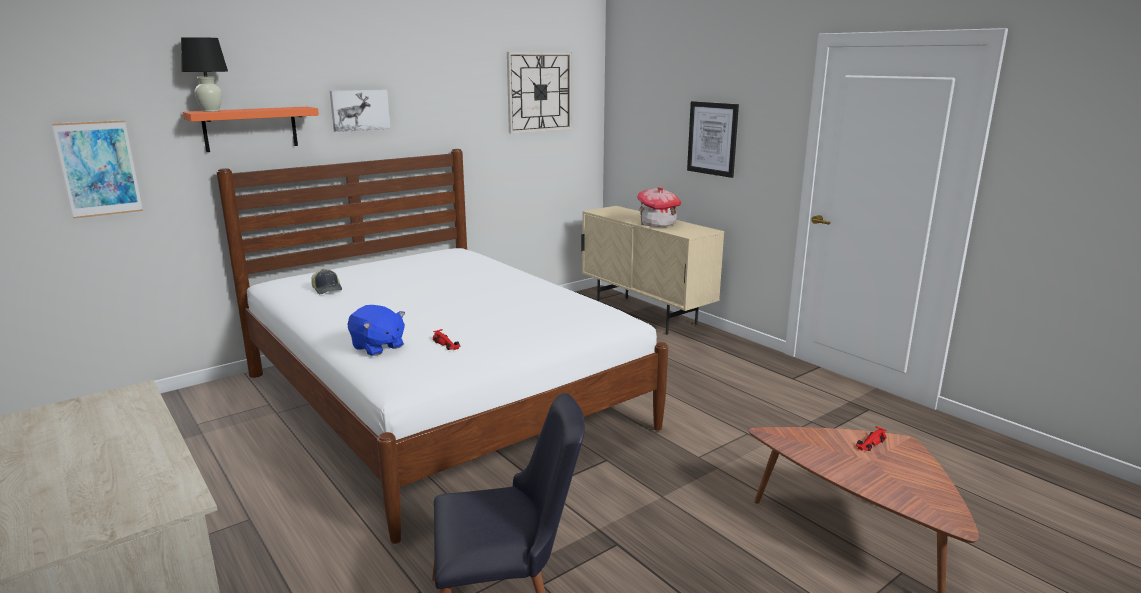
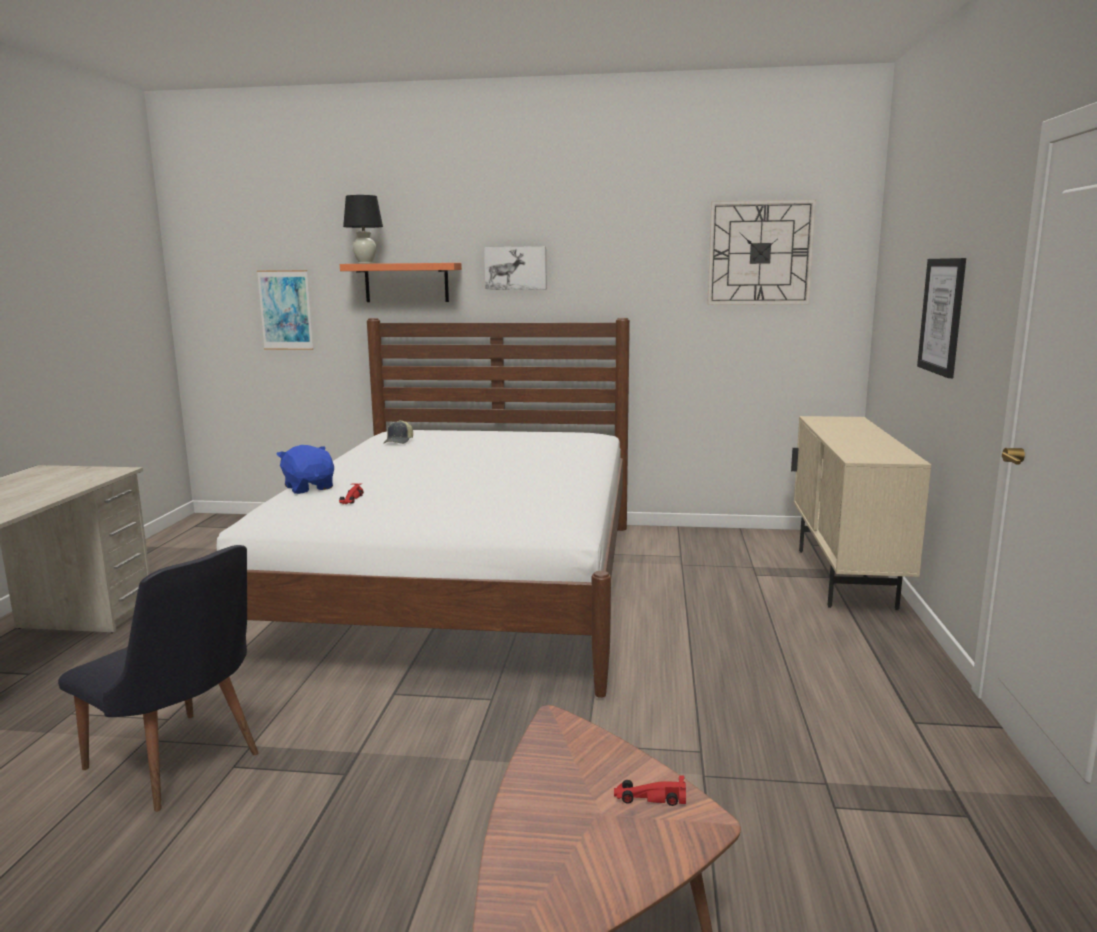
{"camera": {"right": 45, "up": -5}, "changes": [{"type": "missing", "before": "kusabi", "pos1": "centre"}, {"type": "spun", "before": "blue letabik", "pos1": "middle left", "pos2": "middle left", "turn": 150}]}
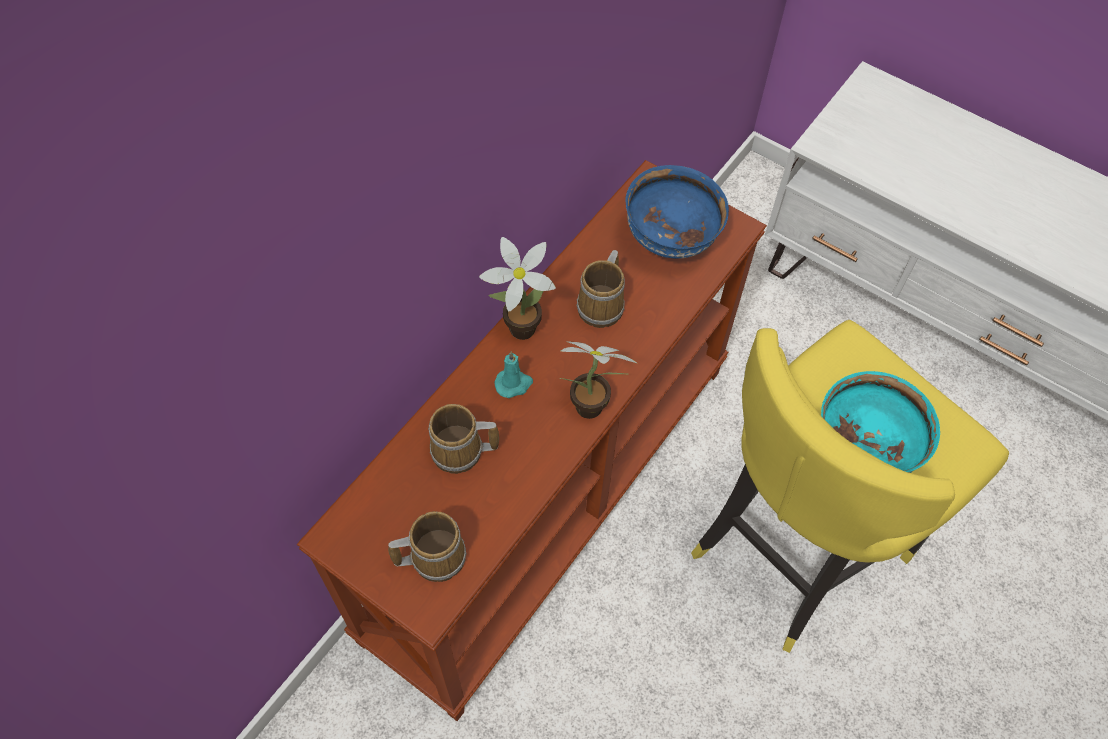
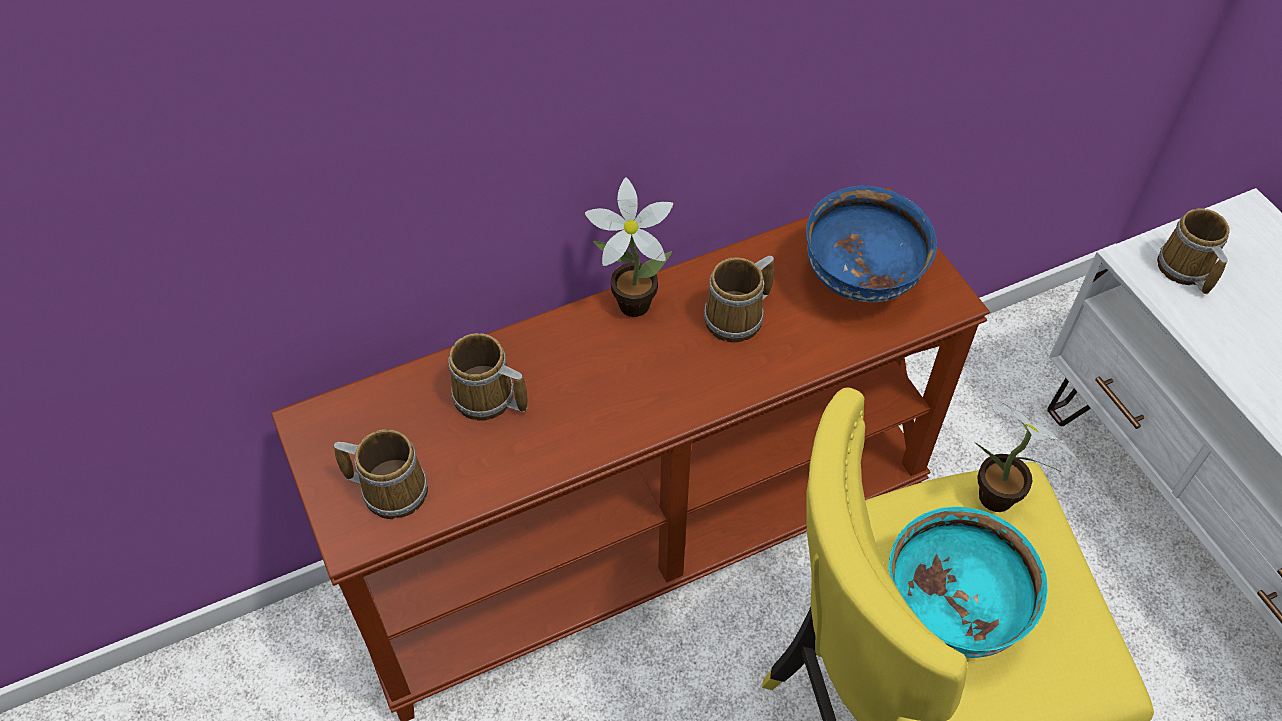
{"camera": {"right": 30, "up": -5}, "changes": [{"type": "missing", "before": "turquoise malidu", "pos1": "centre"}, {"type": "appeared", "after": "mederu (no. 4 from left)", "pos2": "middle right"}, {"type": "relocated", "before": "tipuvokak (no. 2 from left)", "pos1": "centre", "pos2": "middle right"}]}
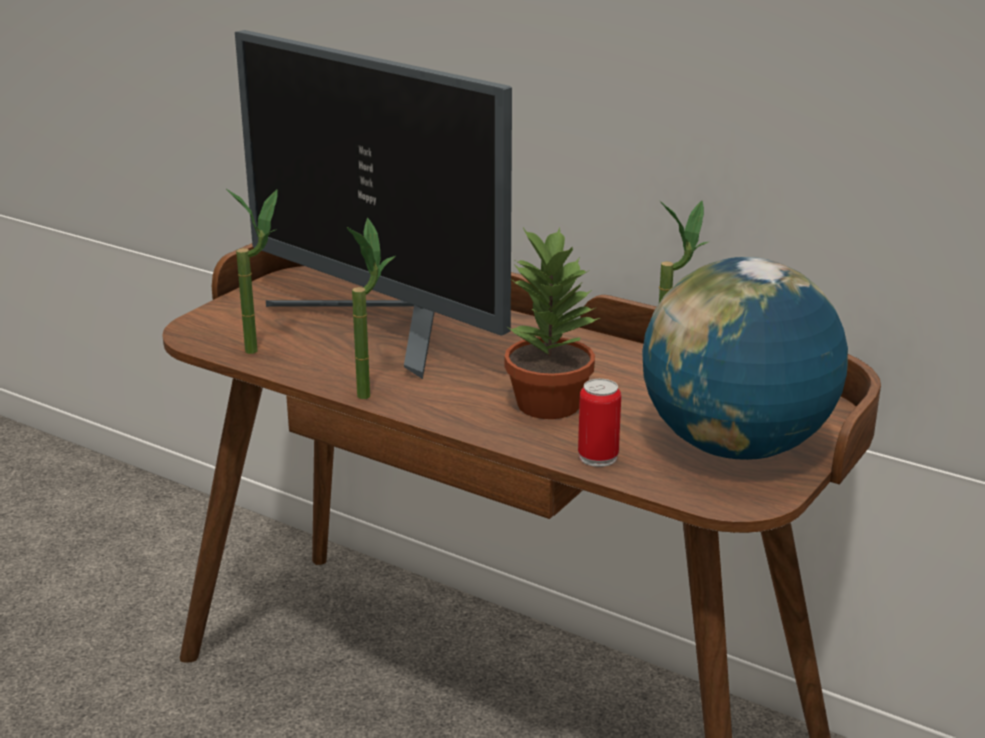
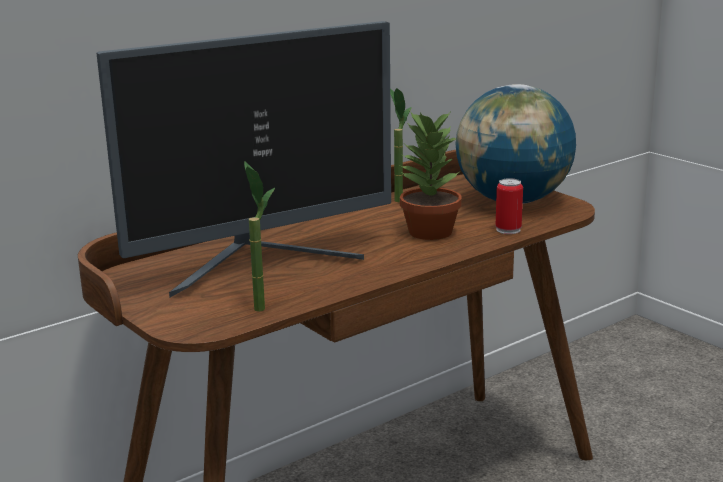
{"camera": {"right": -70, "up": -5}, "changes": [{"type": "missing", "before": "tipuvokak (no. 2 from left)", "pos1": "centre"}]}
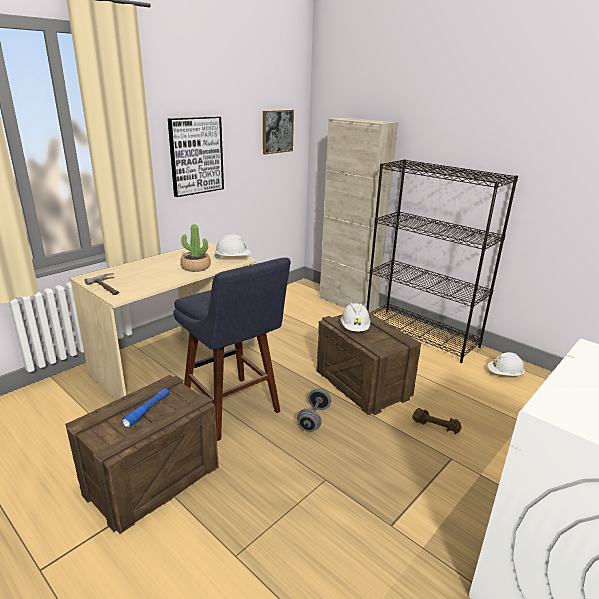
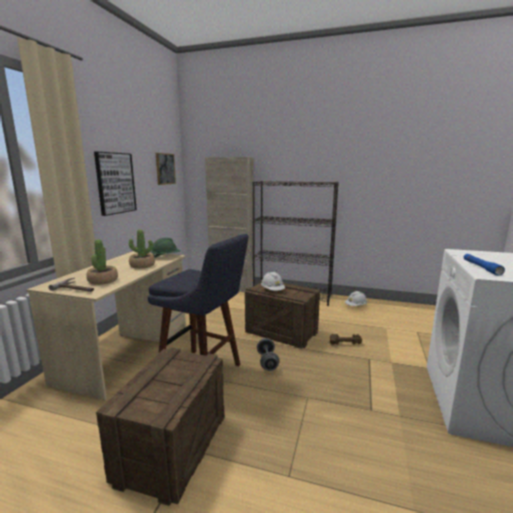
{"camera": {"right": -25, "up": -10}, "changes": [{"type": "appeared", "after": "tipuvokak (no. 1 from left)", "pos2": "middle left"}, {"type": "relocated", "before": "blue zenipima", "pos1": "bottom left", "pos2": "middle right"}, {"type": "colour", "before": "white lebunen (no. 1 from left)", "after": "green lebunen", "pos1": "centre", "pos2": "middle left"}]}
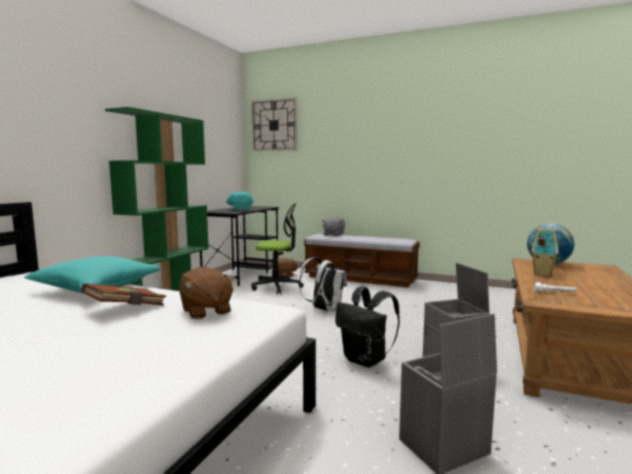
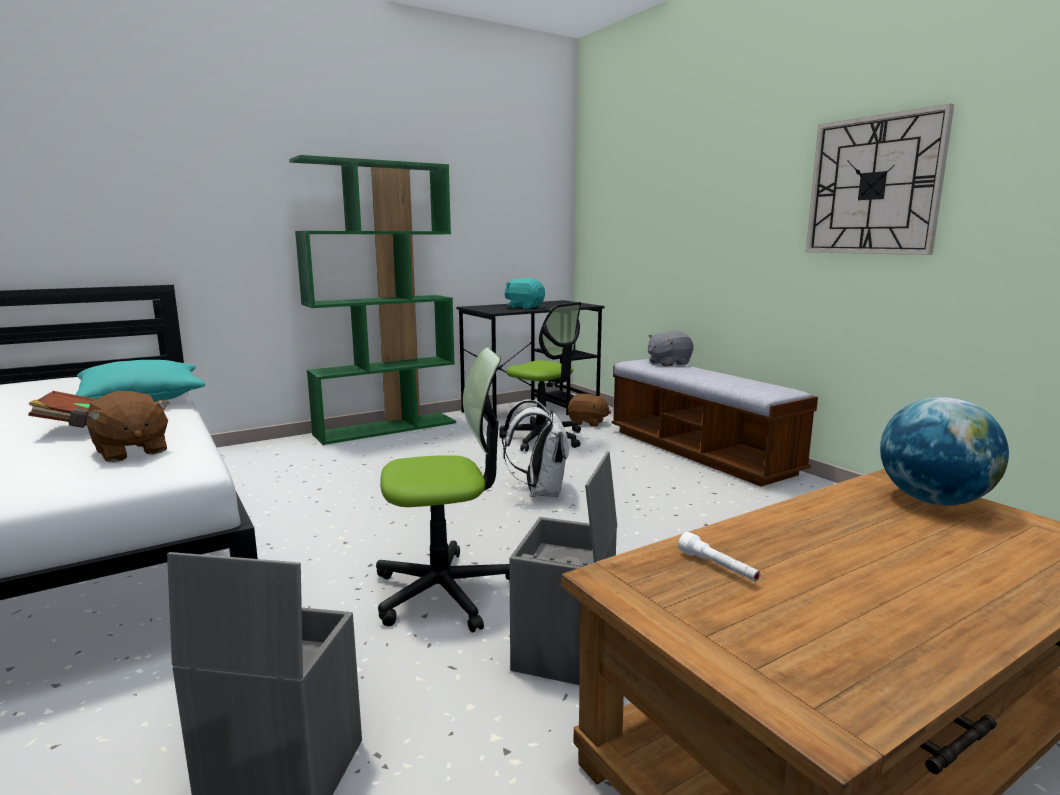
{"camera": {"right": 35, "up": 5}, "changes": [{"type": "missing", "before": "kusabi", "pos1": "middle right"}, {"type": "relocated", "before": "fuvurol", "pos1": "top centre", "pos2": "top right"}, {"type": "exchanged", "before": "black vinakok", "after": "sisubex (no. 1 from left)", "pos1": "bottom centre", "pos2": "centre"}, {"type": "spun", "before": "brown letabik (no. 1 from left)", "pos1": "middle left", "pos2": "middle left", "turn": -45}]}
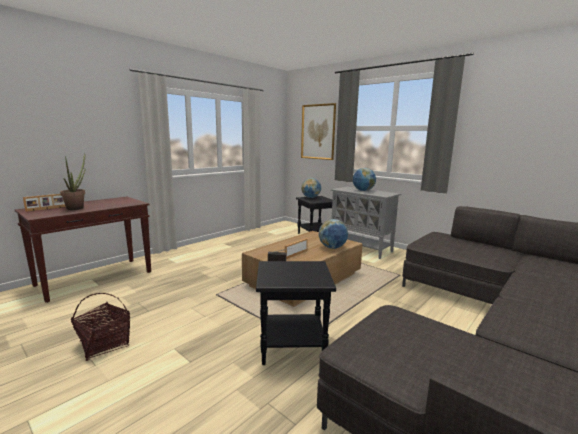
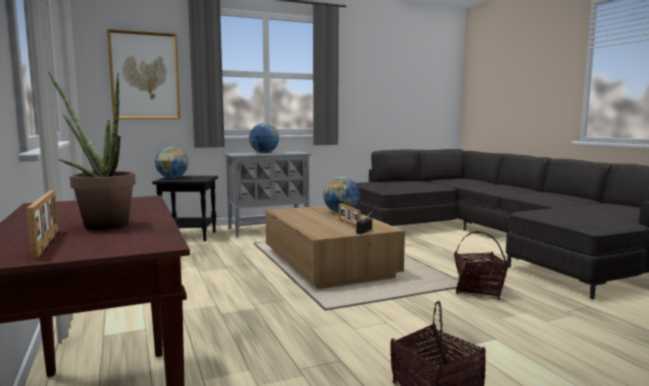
{"camera": {"right": -65, "up": -5}, "changes": [{"type": "exchanged", "before": "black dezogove (no. 1 from left)", "after": "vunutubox (no. 2 from left)", "pos1": "bottom centre", "pos2": "bottom right"}]}
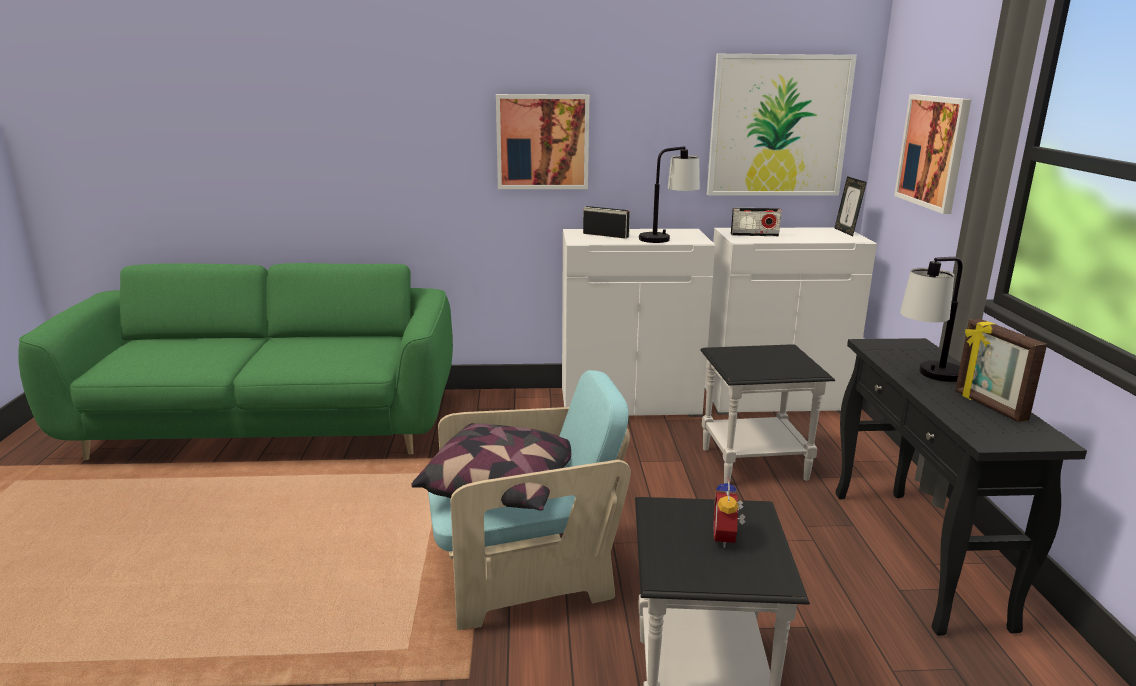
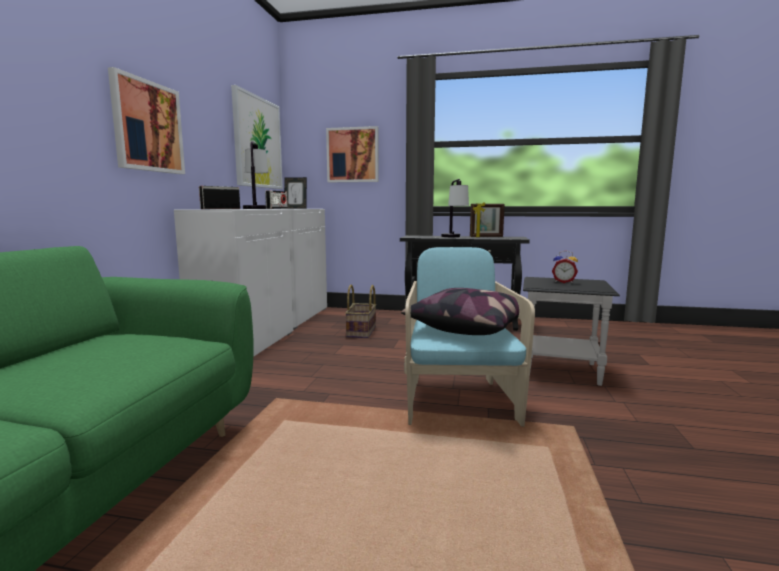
{"camera": {"right": -75, "up": -10}, "changes": [{"type": "exchanged", "before": "black dezogove (no. 2 from left)", "after": "vunutubox", "pos1": "middle right", "pos2": "centre"}]}
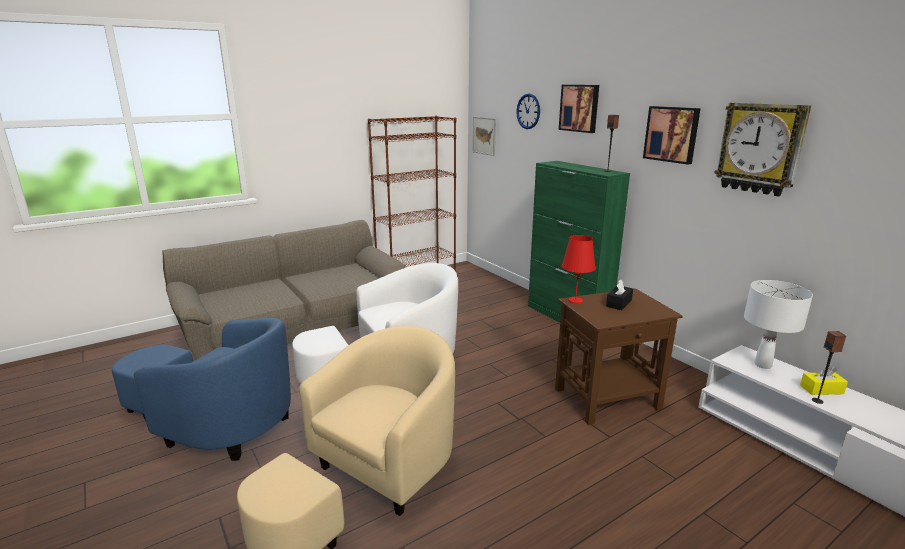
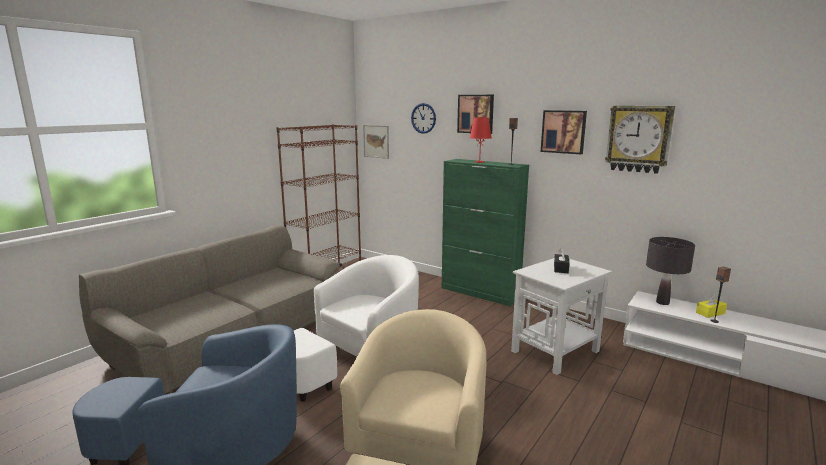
{"camera": {"right": -20, "up": -5}, "changes": [{"type": "relocated", "before": "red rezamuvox", "pos1": "centre", "pos2": "top centre"}, {"type": "colour", "before": "brown dezogove", "after": "white dezogove", "pos1": "middle right", "pos2": "bottom right"}, {"type": "colour", "before": "white rezamuvox", "after": "black rezamuvox", "pos1": "middle right", "pos2": "middle right"}]}
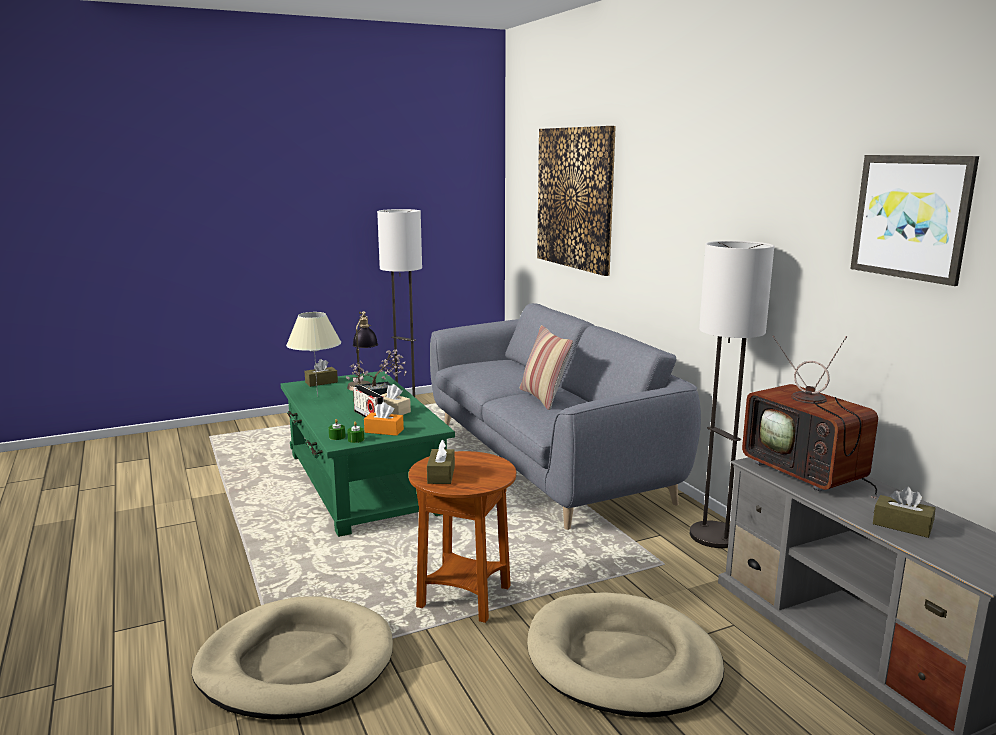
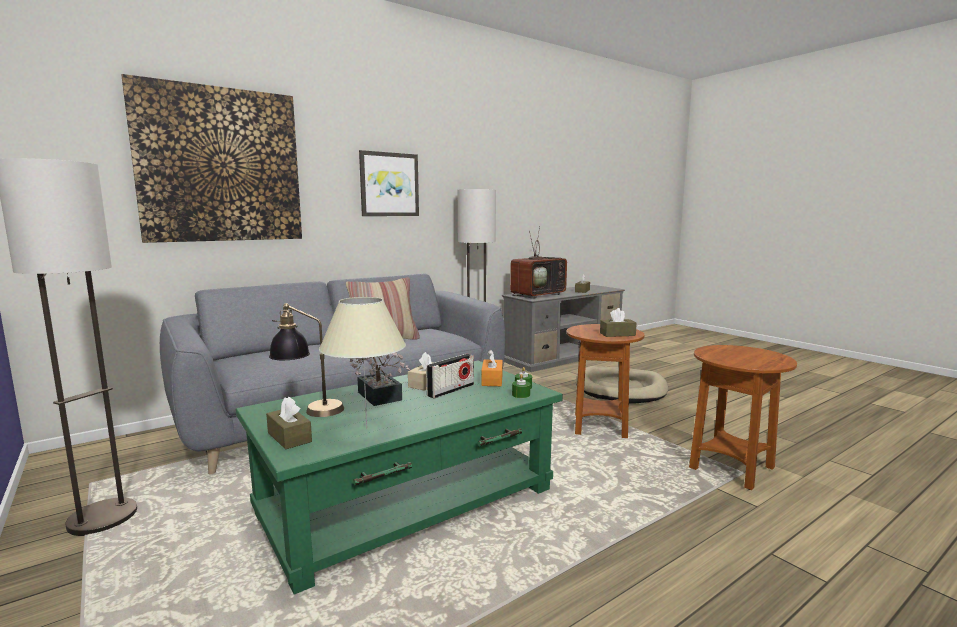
{"camera": {"right": -100, "up": -5}, "changes": [{"type": "relocated", "before": "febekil (no. 2 from left)", "pos1": "top right", "pos2": "top centre"}, {"type": "exchanged", "before": "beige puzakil (no. 1 from left)", "after": "brown dezogove (no. 2 from left)", "pos1": "bottom left", "pos2": "middle right"}]}
